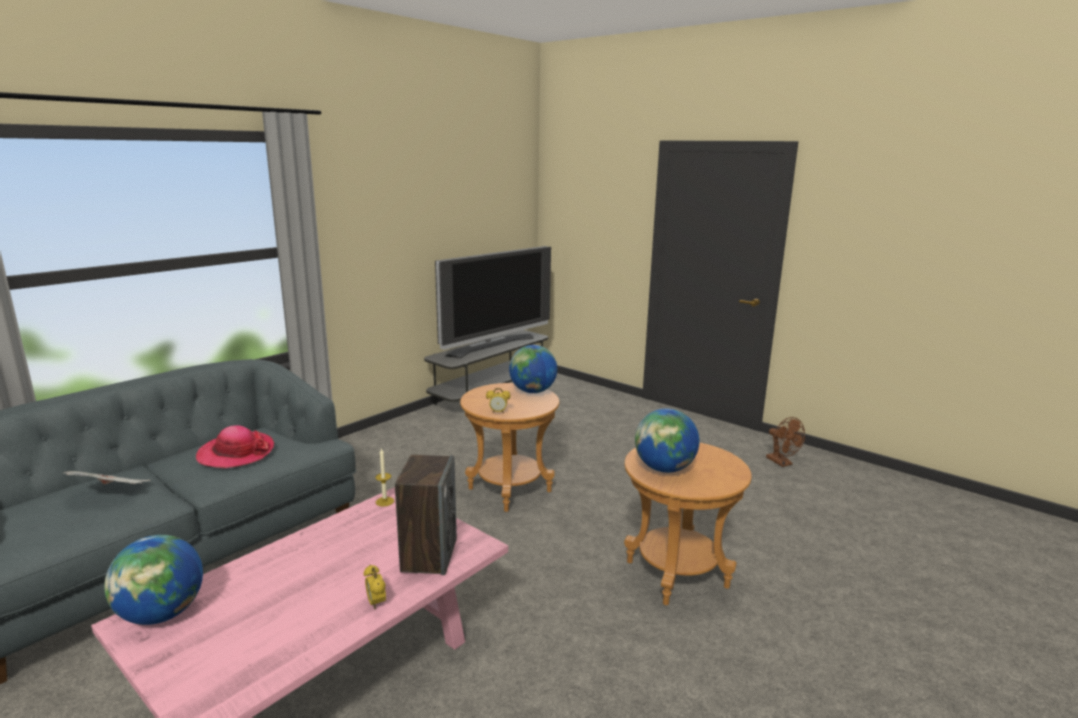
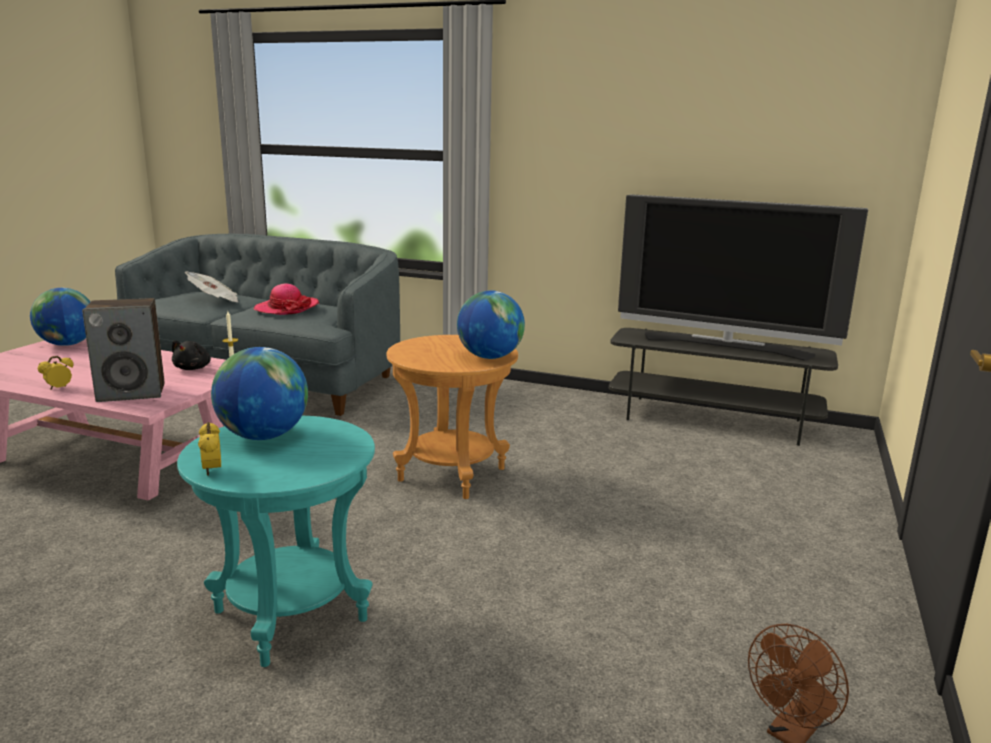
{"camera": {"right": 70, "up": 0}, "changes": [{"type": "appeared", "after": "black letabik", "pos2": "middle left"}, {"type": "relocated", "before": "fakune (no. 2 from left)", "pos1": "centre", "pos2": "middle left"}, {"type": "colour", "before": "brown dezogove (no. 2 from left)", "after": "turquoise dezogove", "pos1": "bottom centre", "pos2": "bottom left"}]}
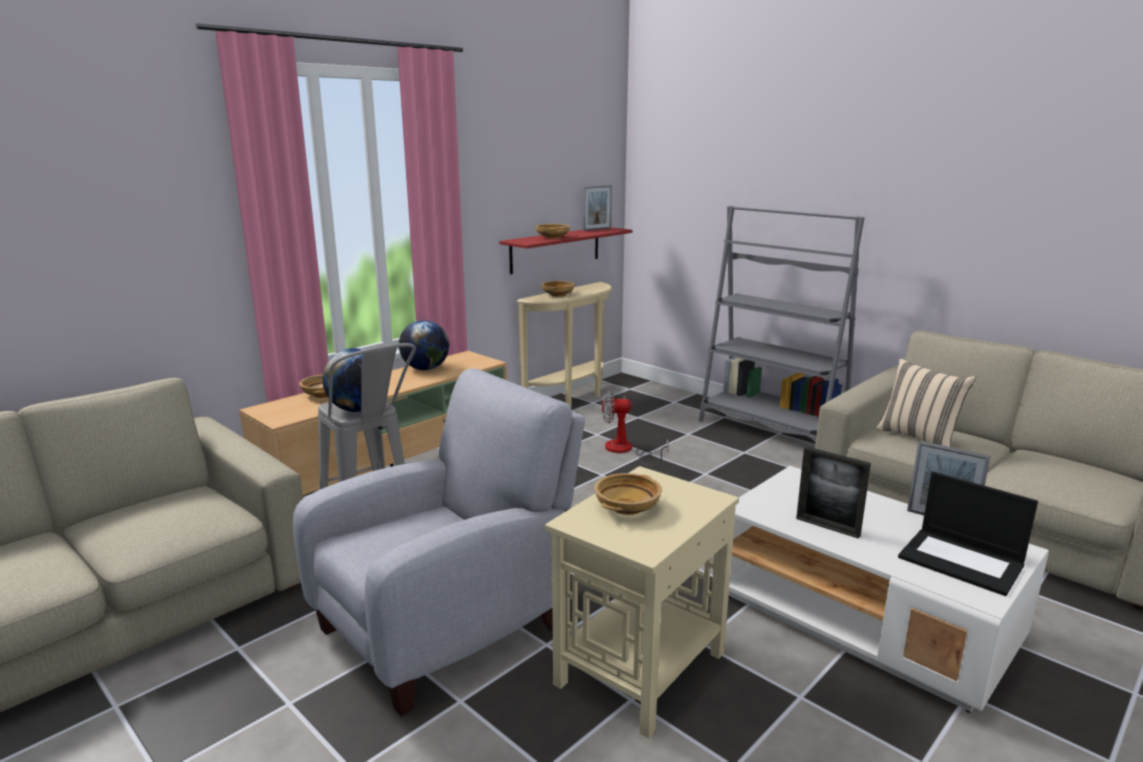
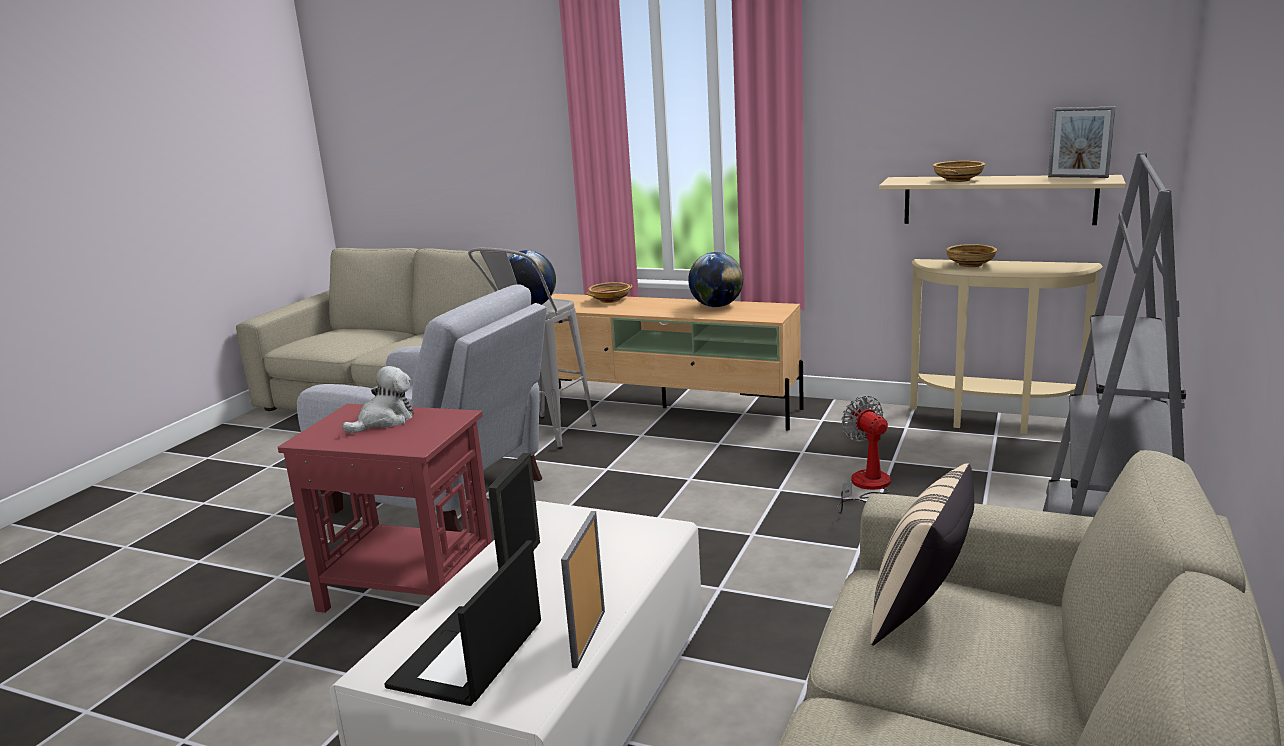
{"camera": {"right": 70, "up": 0}, "changes": [{"type": "exchanged", "before": "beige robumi (no. 4 from left)", "after": "letabik", "pos1": "centre", "pos2": "middle left"}, {"type": "colour", "before": "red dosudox", "after": "beige dosudox", "pos1": "top centre", "pos2": "top right"}, {"type": "colour", "before": "beige dezogove", "after": "red dezogove", "pos1": "bottom centre", "pos2": "bottom left"}]}
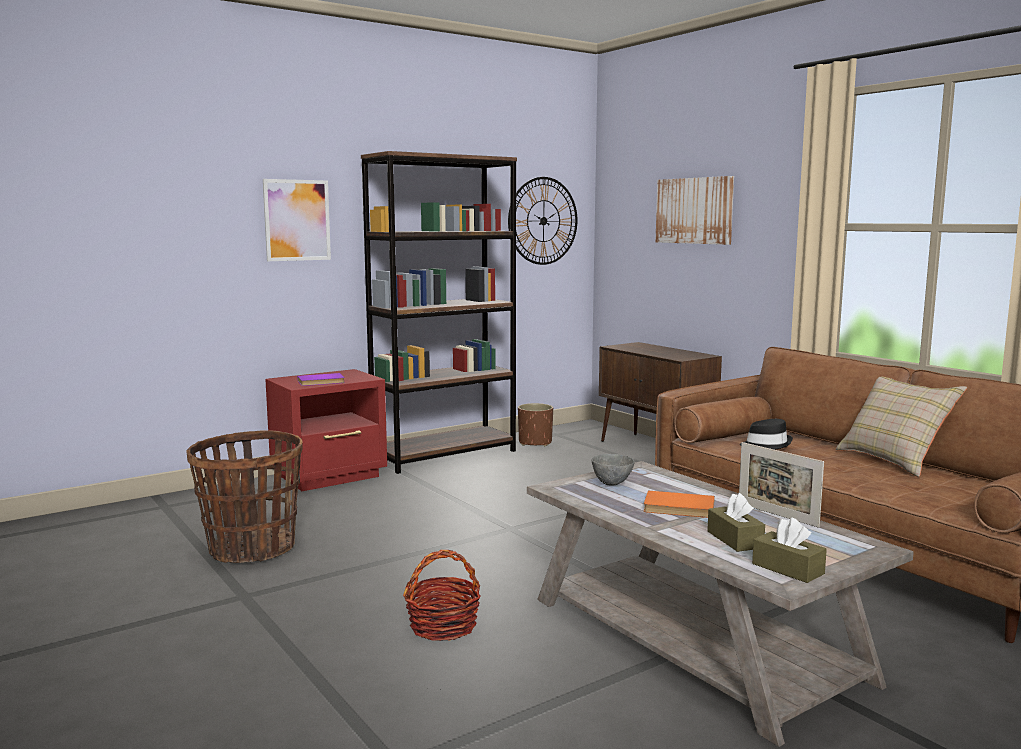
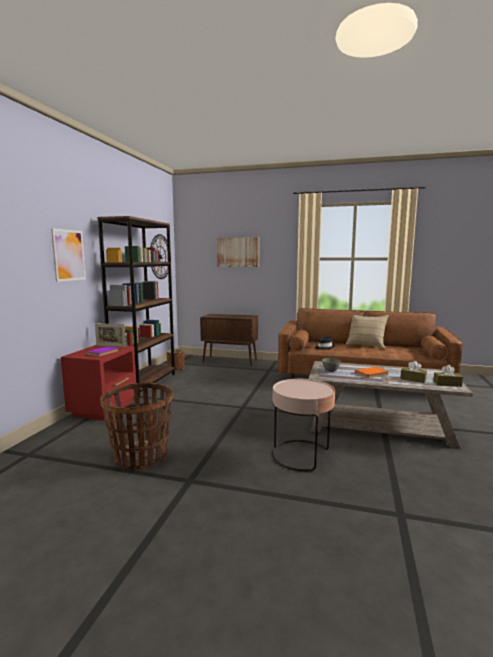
{"camera": {"right": -40, "up": 0}, "changes": [{"type": "relocated", "before": "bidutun", "pos1": "middle right", "pos2": "middle left"}, {"type": "exchanged", "before": "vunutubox (no. 2 from left)", "after": "pink dezogove", "pos1": "bottom centre", "pos2": "centre"}]}
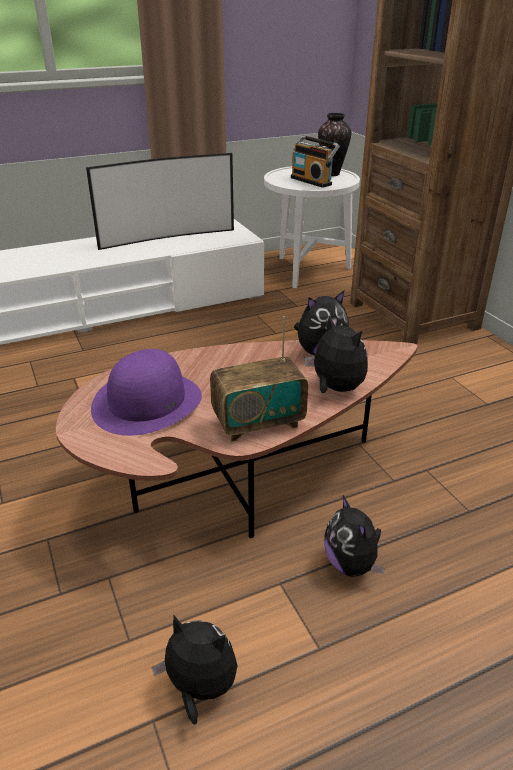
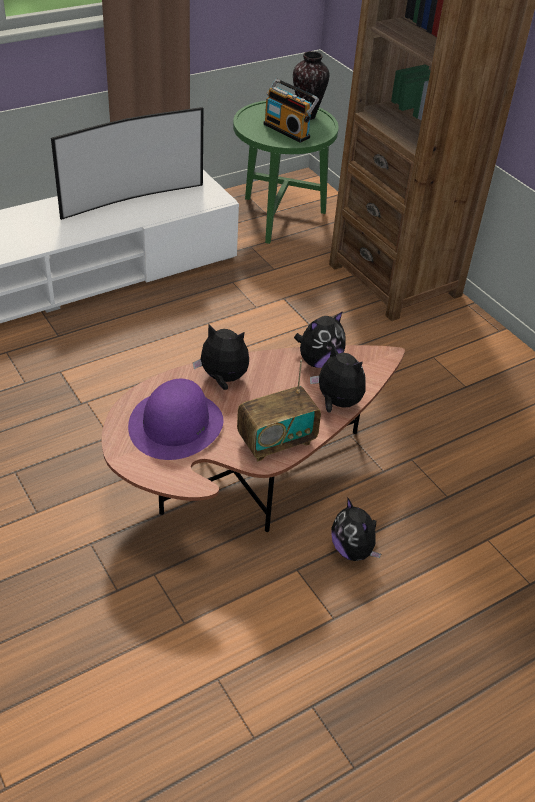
{"camera": {"right": -10, "up": 10}, "changes": [{"type": "relocated", "before": "letabik (no. 1 from left)", "pos1": "bottom centre", "pos2": "centre"}, {"type": "colour", "before": "white dezogove", "after": "green dezogove", "pos1": "top centre", "pos2": "top centre"}]}
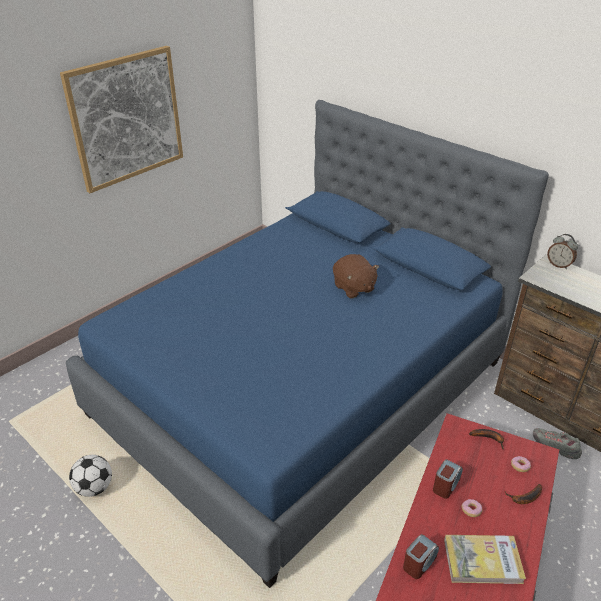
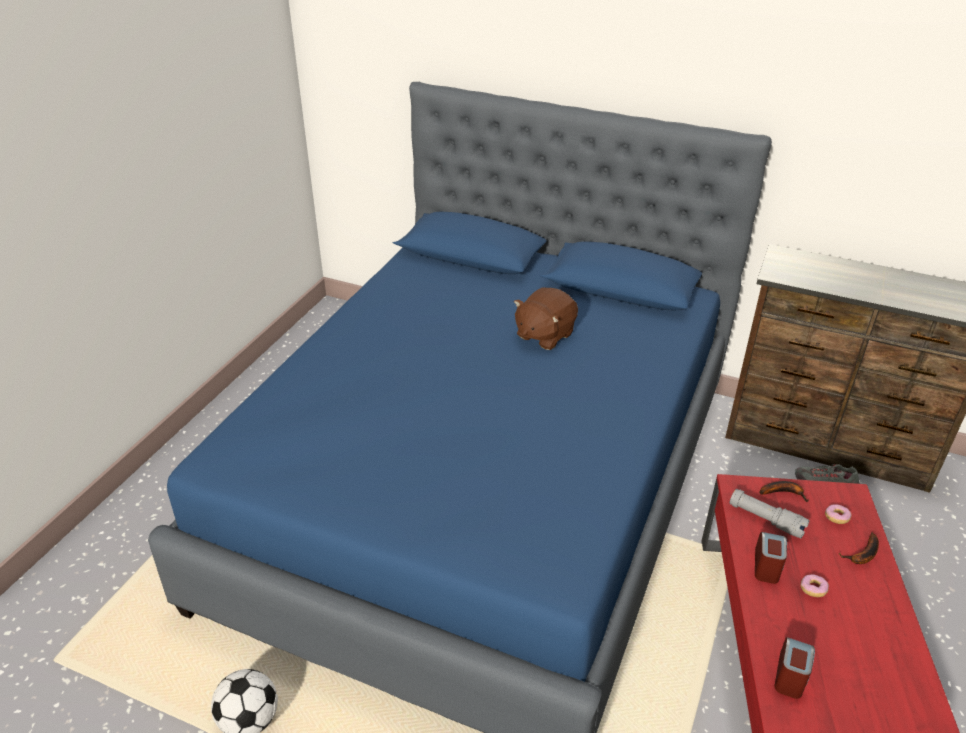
{"camera": {"right": -20, "up": 0}, "changes": [{"type": "missing", "before": "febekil", "pos1": "top left"}, {"type": "missing", "before": "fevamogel", "pos1": "bottom right"}, {"type": "missing", "before": "fakune (no. 3 from left)", "pos1": "middle right"}, {"type": "appeared", "after": "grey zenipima", "pos2": "bottom right"}, {"type": "spun", "before": "brown letabik", "pos1": "centre", "pos2": "centre", "turn": 90}]}
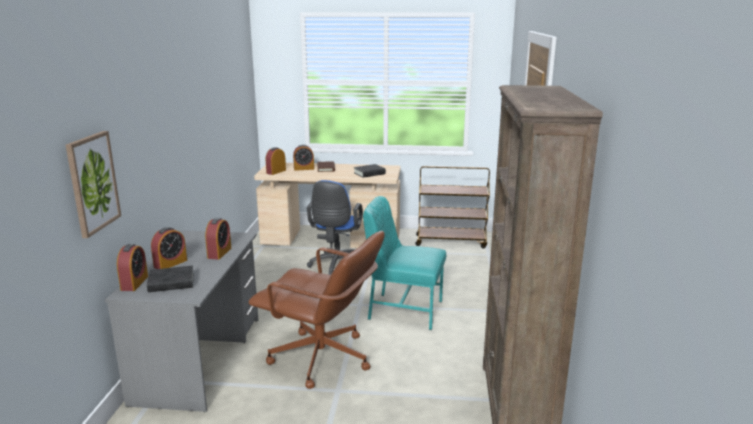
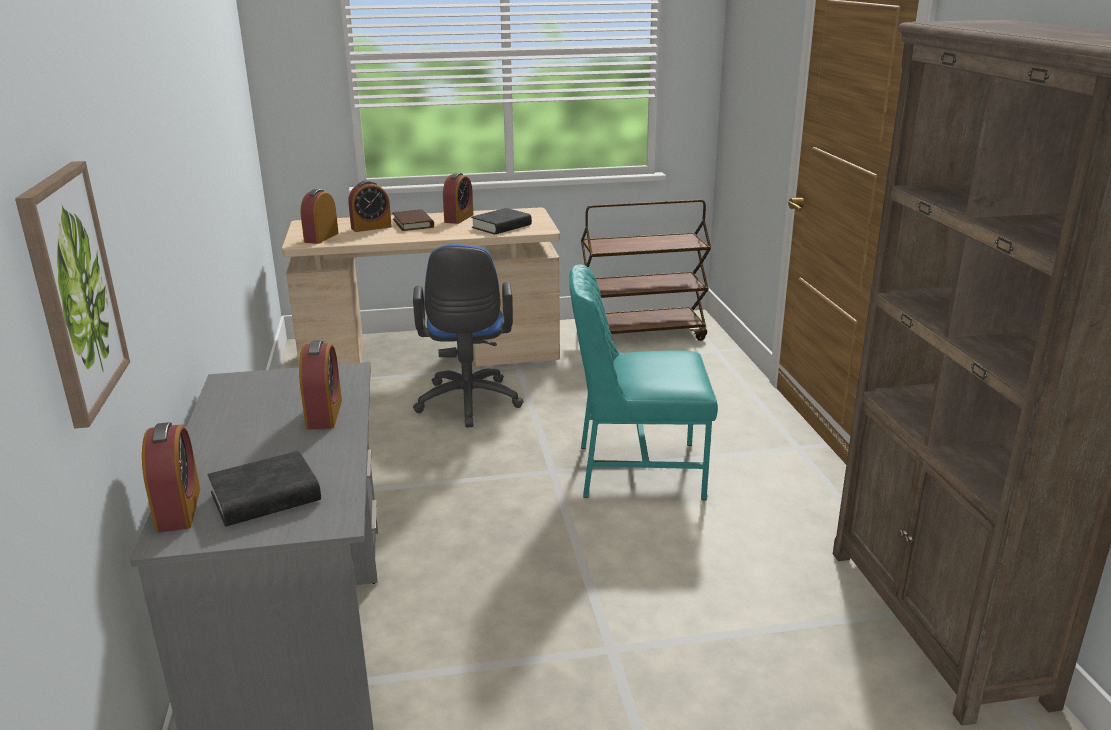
{"camera": {"right": -15, "up": 5}, "changes": [{"type": "missing", "before": "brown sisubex", "pos1": "bottom centre"}, {"type": "relocated", "before": "fakune (no. 2 from left in the first image)", "after": "fakune (no. 5 from left)", "pos1": "middle left", "pos2": "top centre"}]}
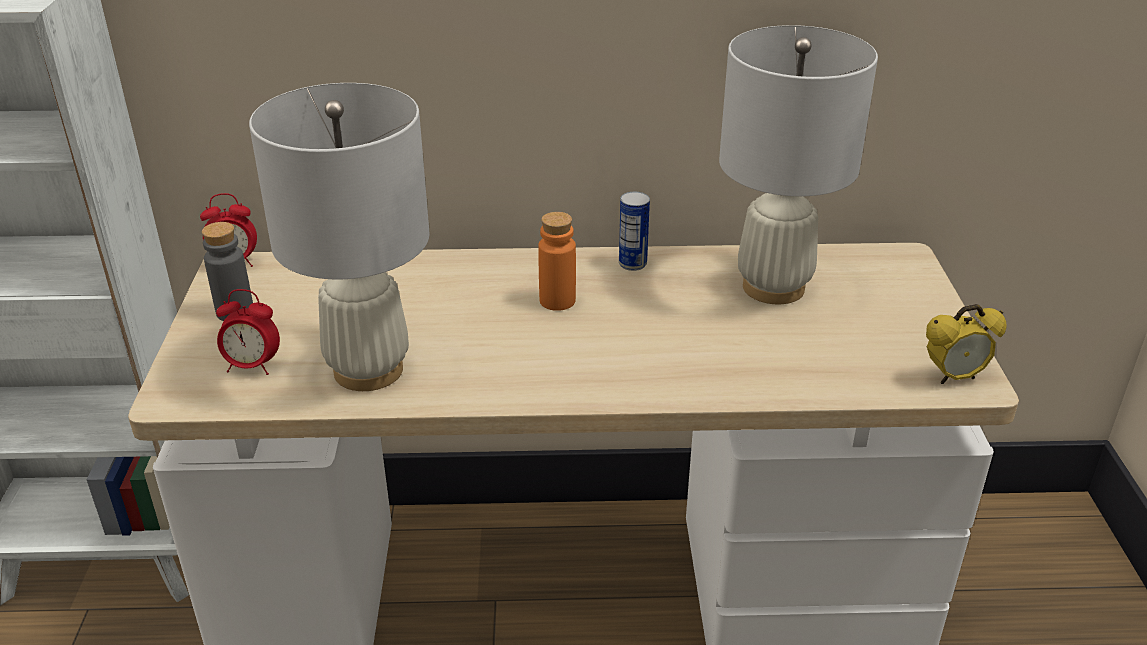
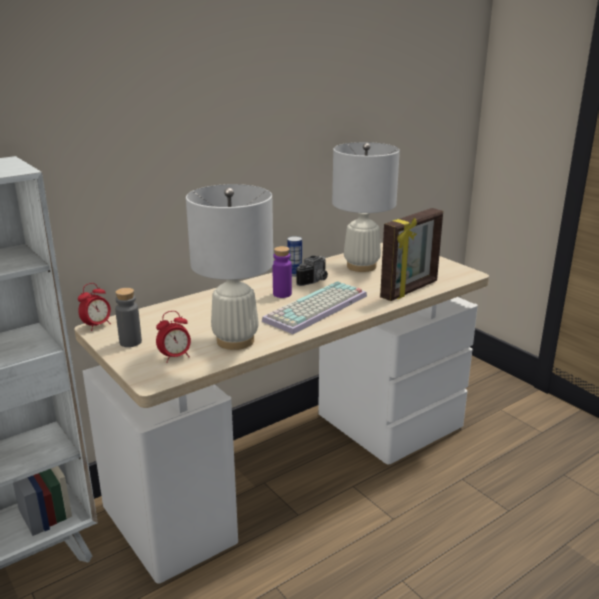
{"camera": {"right": -35, "up": -10}, "changes": [{"type": "missing", "before": "fakune (no. 3 from left)", "pos1": "middle right"}, {"type": "appeared", "after": "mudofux", "pos2": "centre"}, {"type": "appeared", "after": "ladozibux", "pos2": "centre"}, {"type": "appeared", "after": "bidutun", "pos2": "middle right"}, {"type": "colour", "before": "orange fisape", "after": "purple fisape", "pos1": "centre", "pos2": "centre"}]}
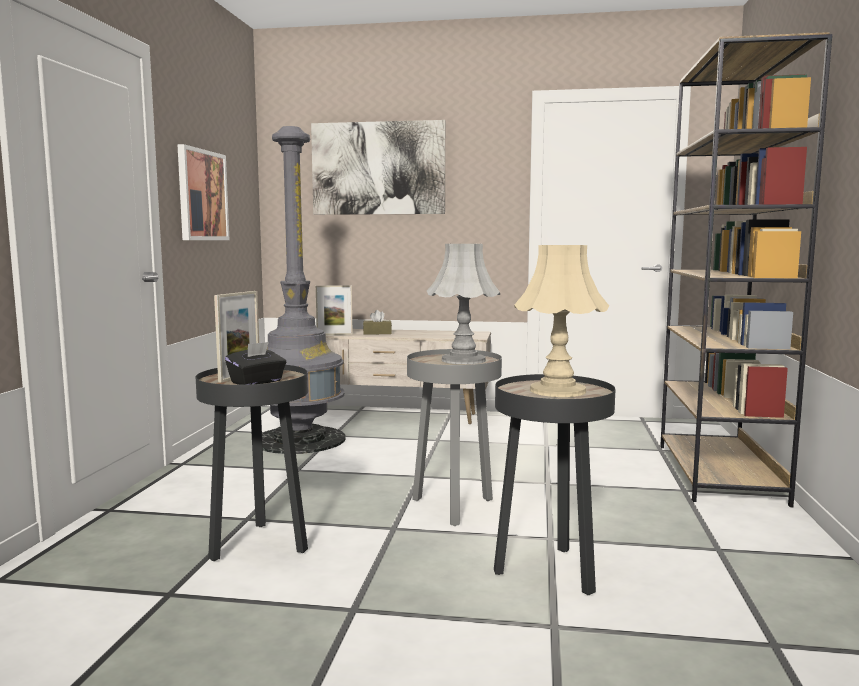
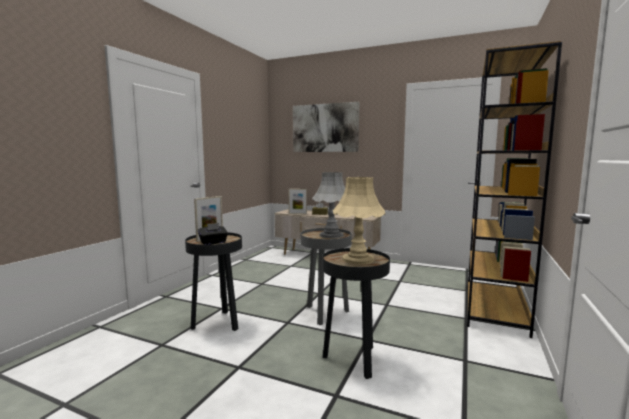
{"camera": {"right": 15, "up": 0}, "changes": [{"type": "missing", "before": "febekil (no. 1 from left)", "pos1": "top left"}, {"type": "missing", "before": "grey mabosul", "pos1": "centre"}]}
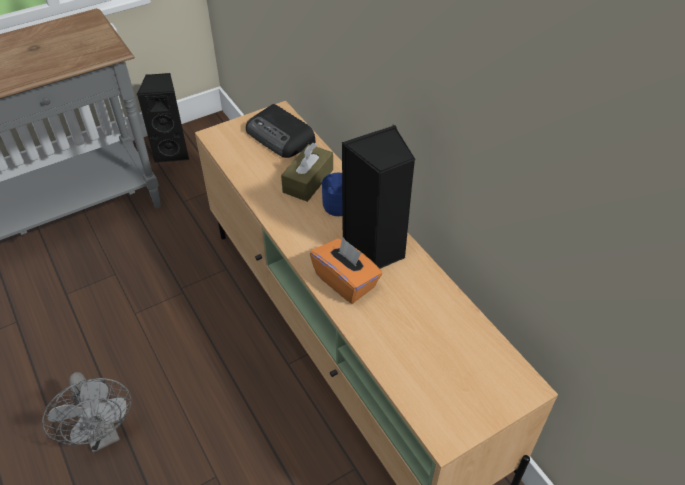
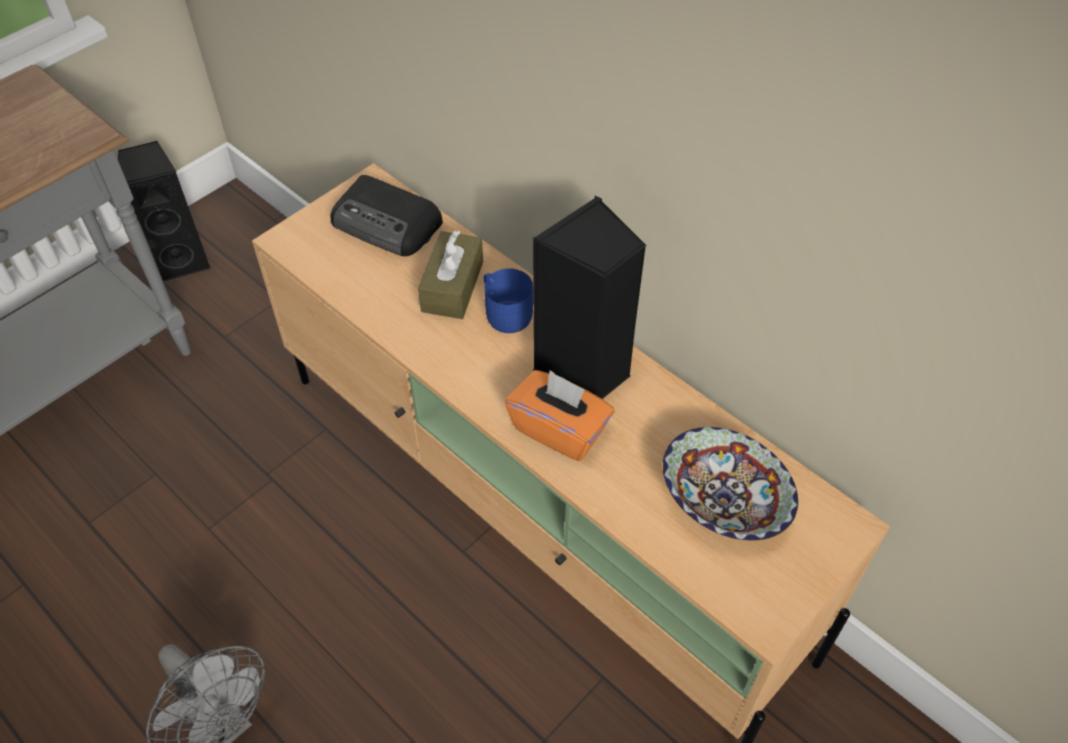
{"camera": {"right": -15, "up": 5}, "changes": [{"type": "appeared", "after": "robumi", "pos2": "middle right"}]}
